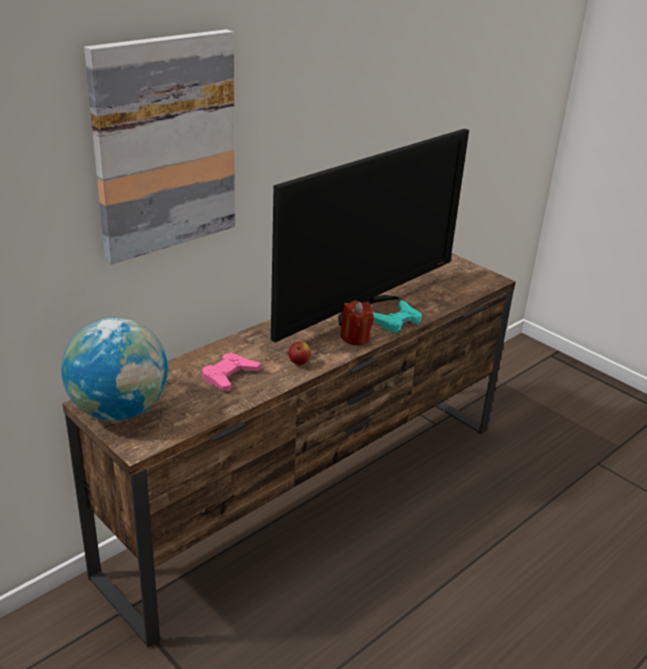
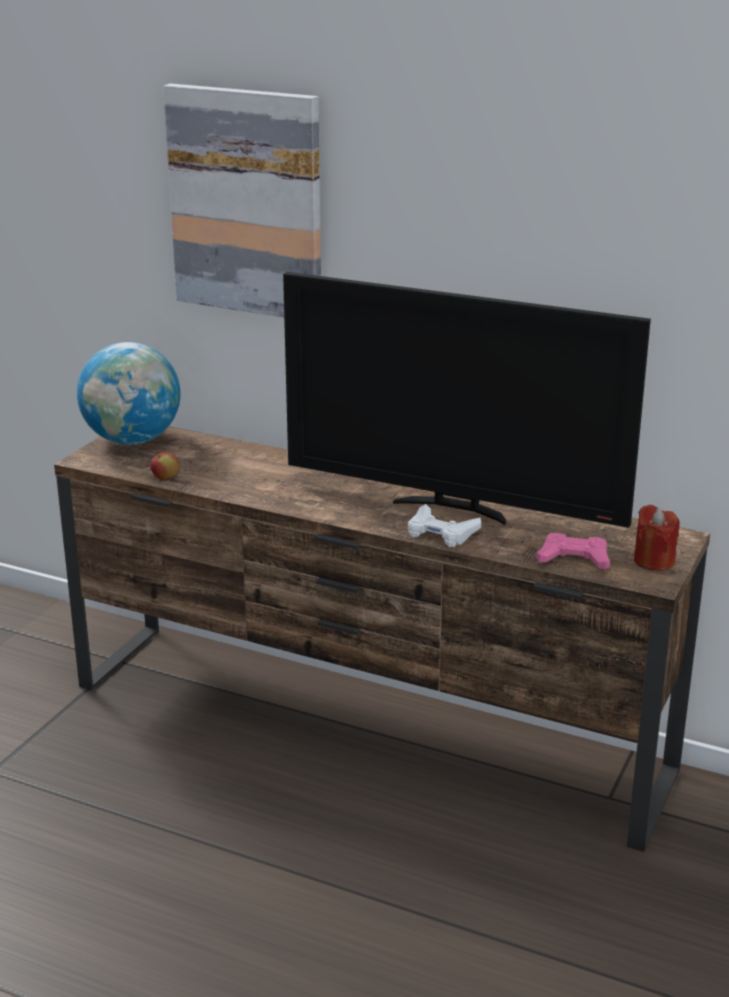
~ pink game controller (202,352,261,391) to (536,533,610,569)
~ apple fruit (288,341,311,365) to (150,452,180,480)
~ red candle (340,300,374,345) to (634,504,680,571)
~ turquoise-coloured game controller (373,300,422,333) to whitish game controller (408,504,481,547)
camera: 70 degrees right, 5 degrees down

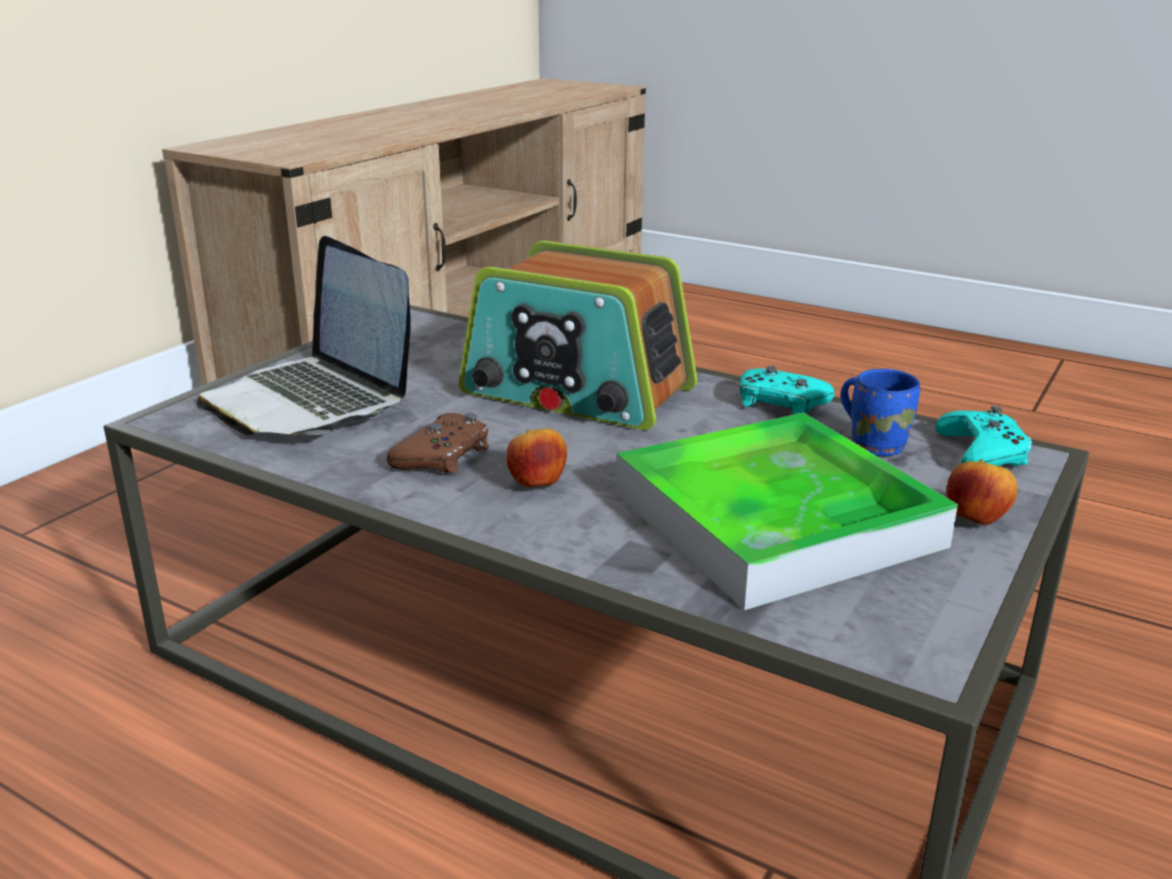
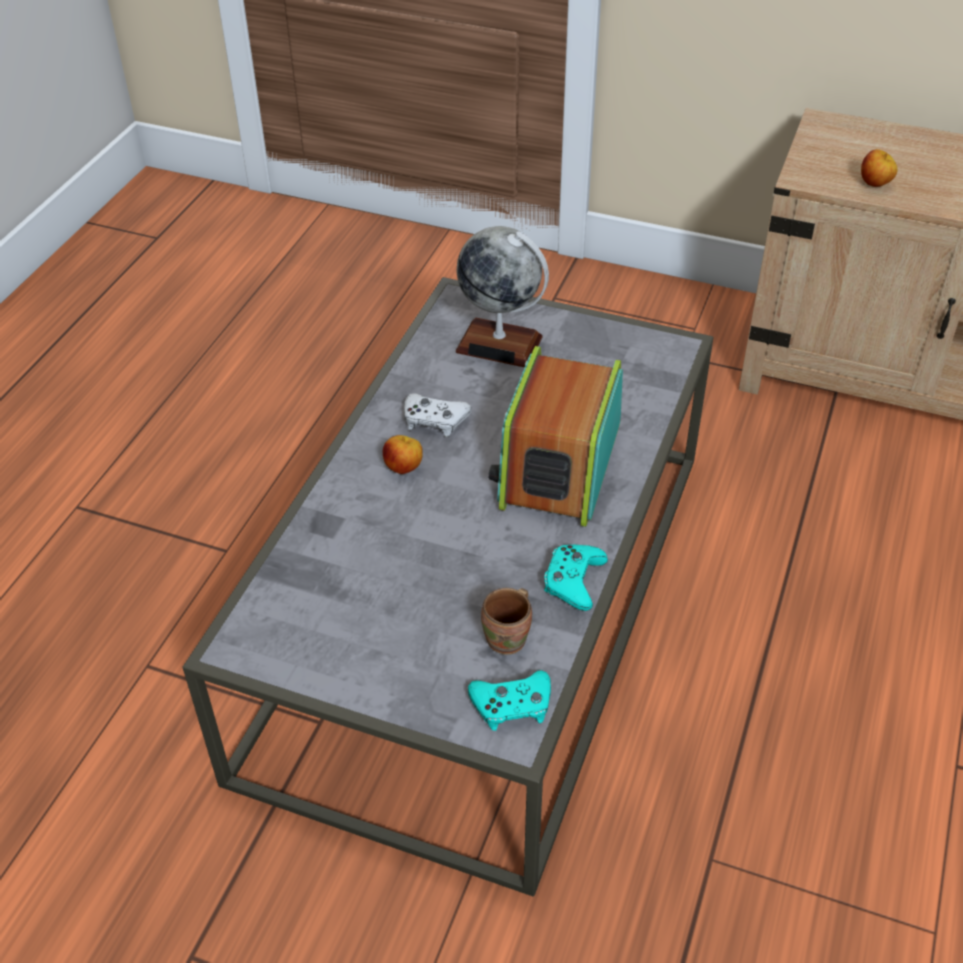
- carrying tray (616,412,958,610)
~ apple fruit (946,459,1017,526) to (861,149,898,187)
~ notebook computer (196,236,411,435) to globe (455,226,549,367)
~ brown game controller (387,413,489,473) to whitish game controller (404,393,471,437)
~ blue tea mug (841,369,920,456) to brown tea mug (481,588,532,655)
camera: 80 degrees right, 20 degrees up

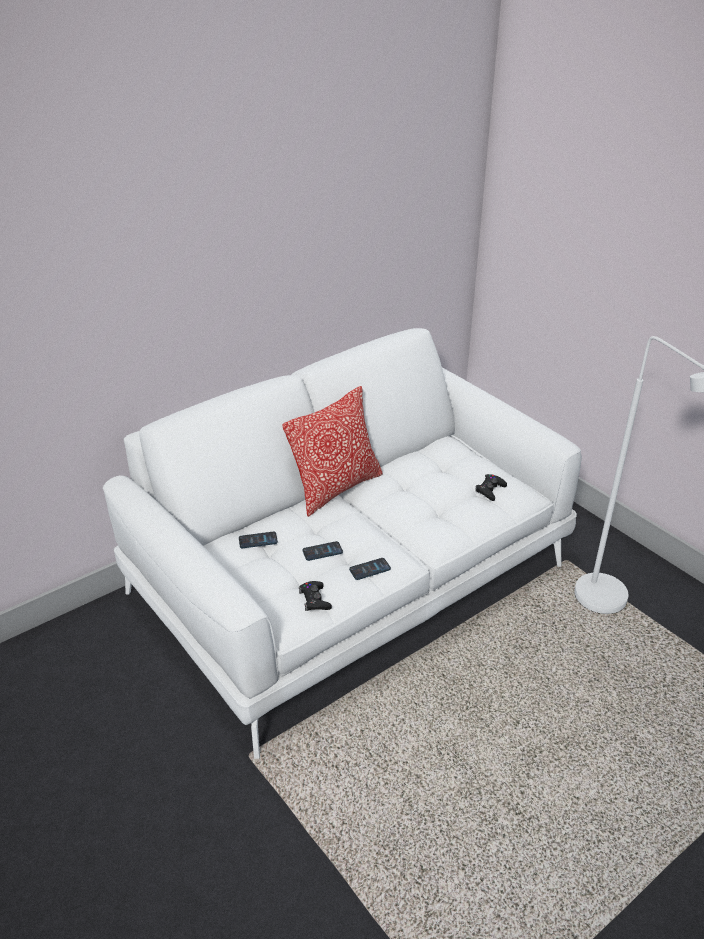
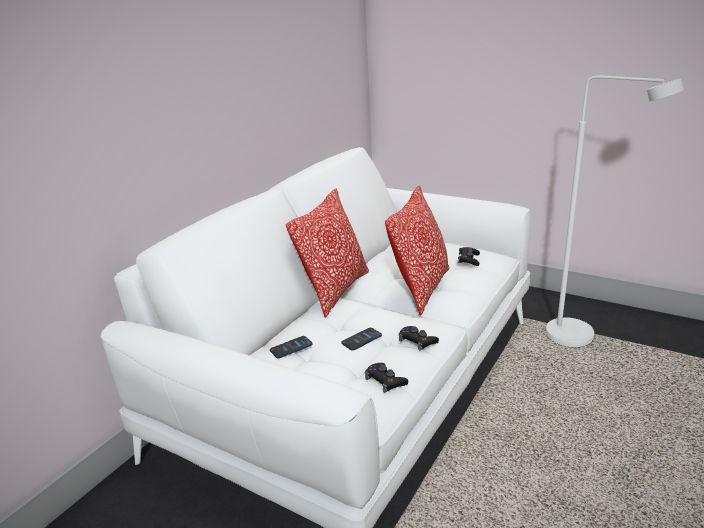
+ cushion (385,185,450,315)
~ telephone (349,558,391,580) to blackish game controller (399,326,439,351)
camera: 20 degrees left, 10 degrees down

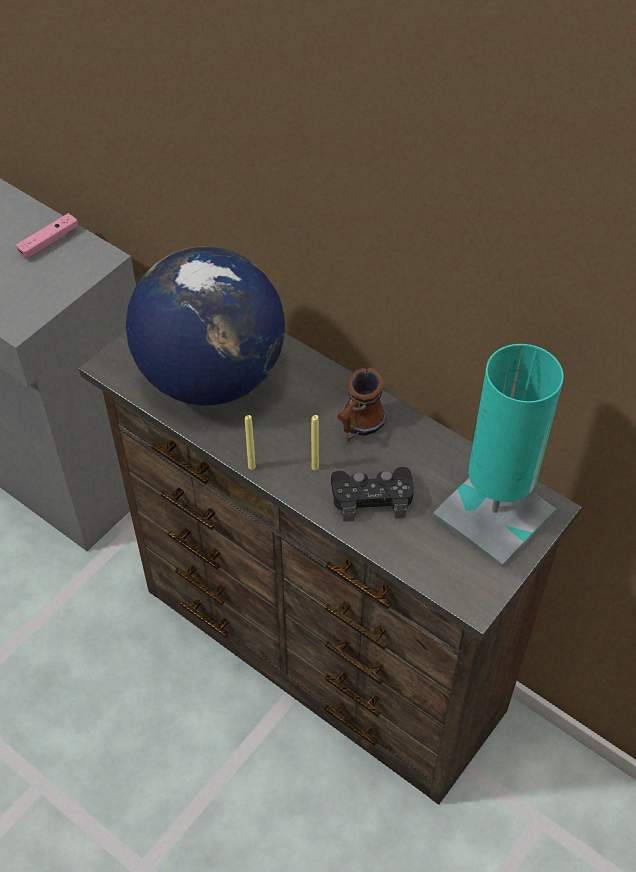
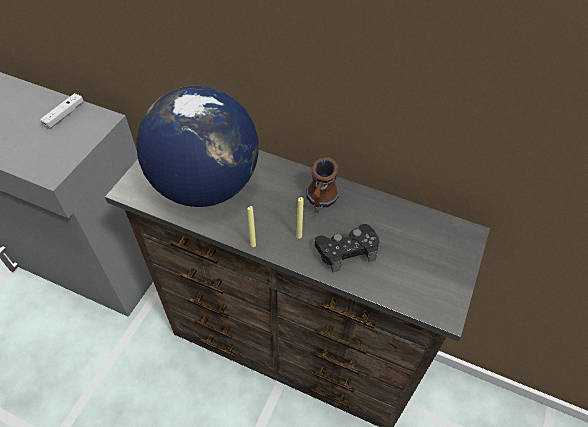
- turquoise-coloured table lamp (433,344,564,567)
~ pink game controller (16,213,79,260) to whitish game controller (40,93,84,129)
camera: 15 degrees left, 0 degrees up

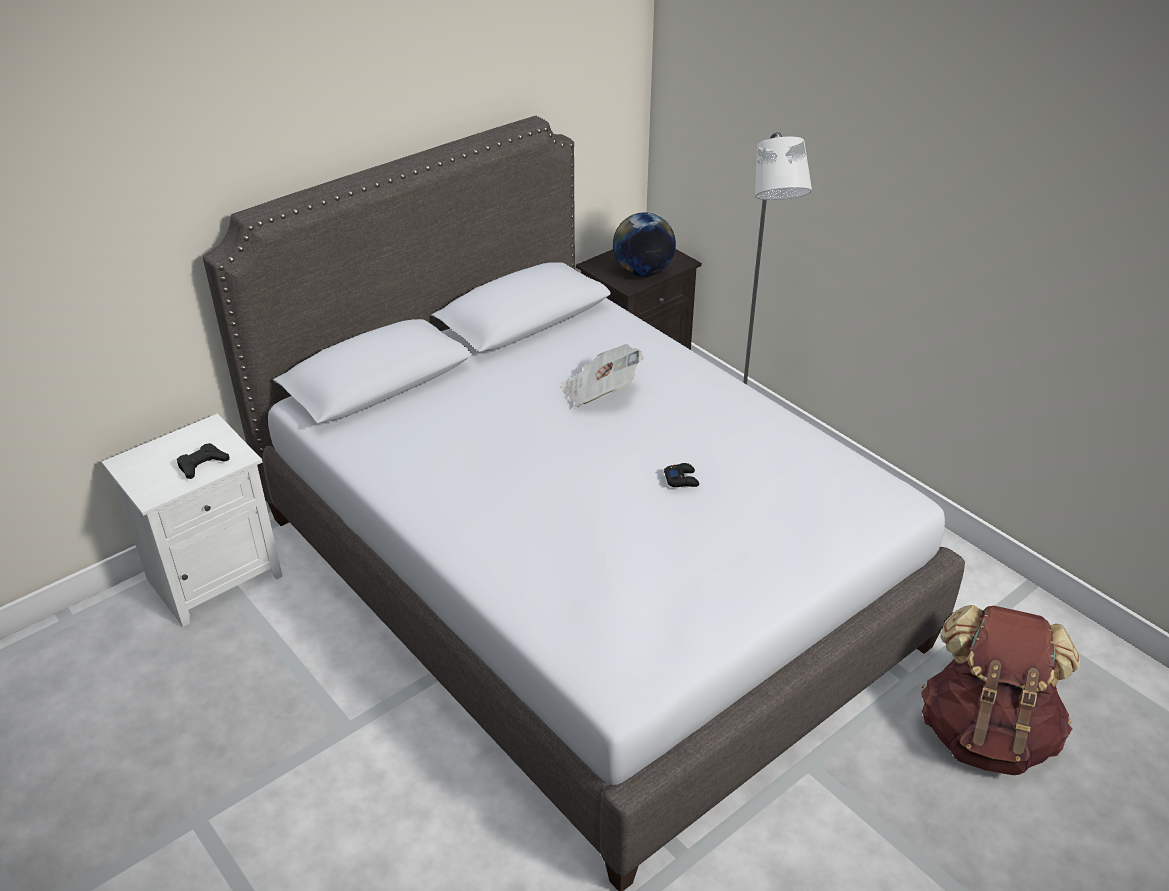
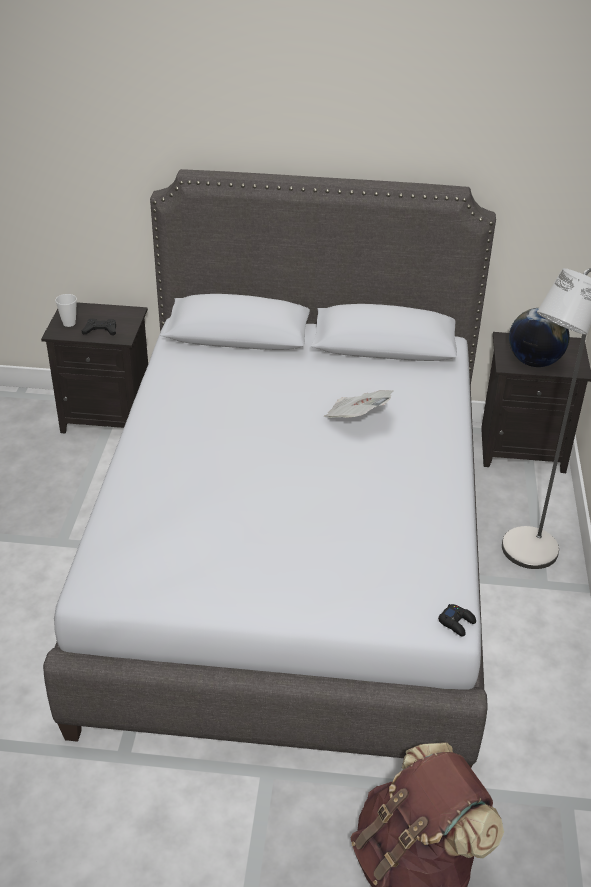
+ small cup (55,294,77,327)
~ blackish game controller (664,463,699,487) to (438,604,476,636)
~ whitish night table (102,413,283,627) to blackish night table (41,302,148,434)
camera: 45 degrees right, 0 degrees up

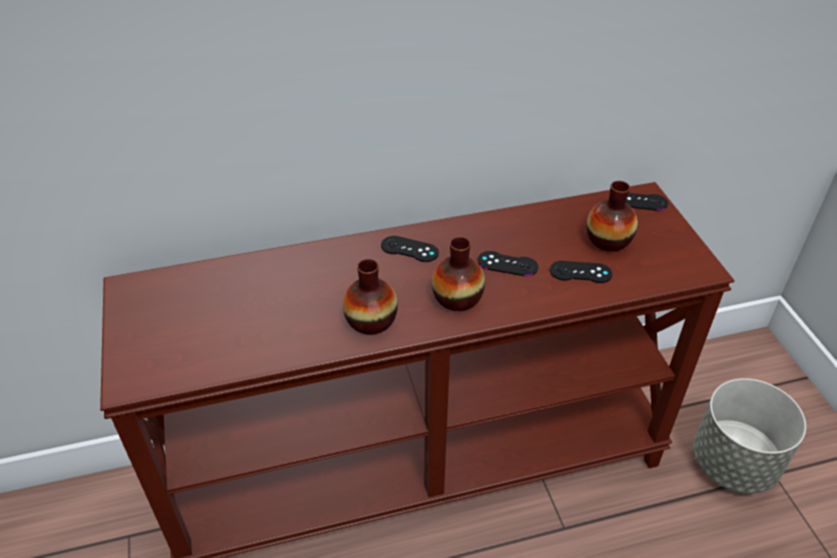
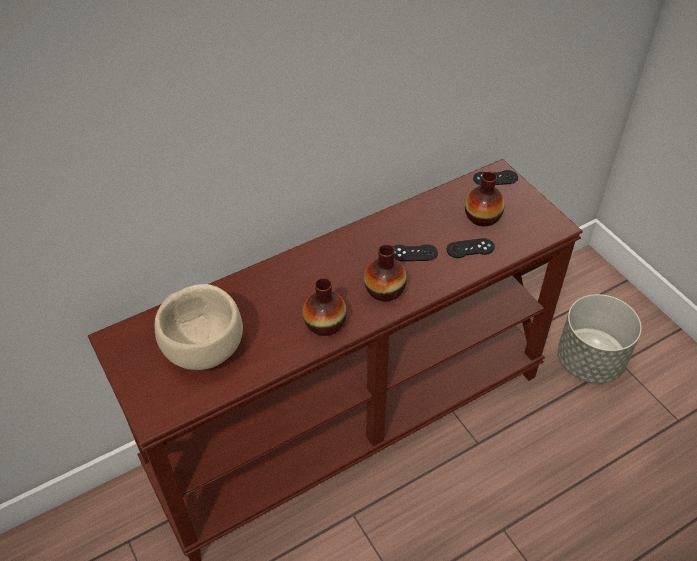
- blackish game controller (381,236,439,262)
+ sand-coloured serving bowl (155,284,243,370)
camera: 15 degrees left, 5 degrees up

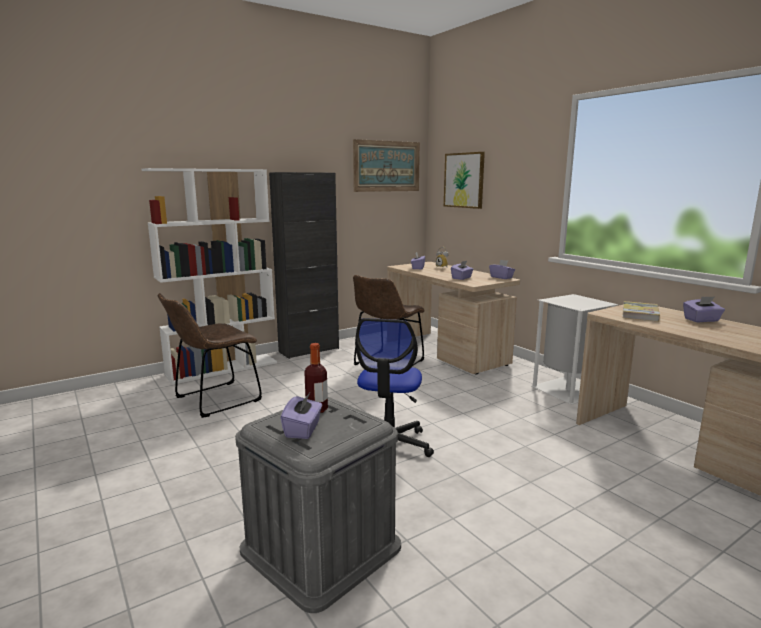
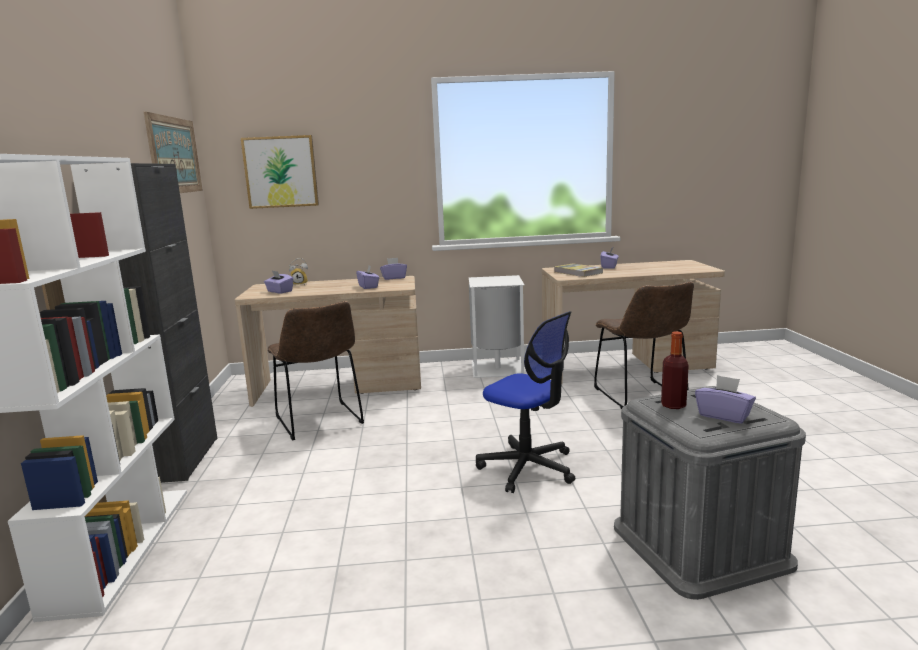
~ brown chair (158,293,262,418) to (594,282,694,409)
camera: 60 degrees left, 0 degrees up

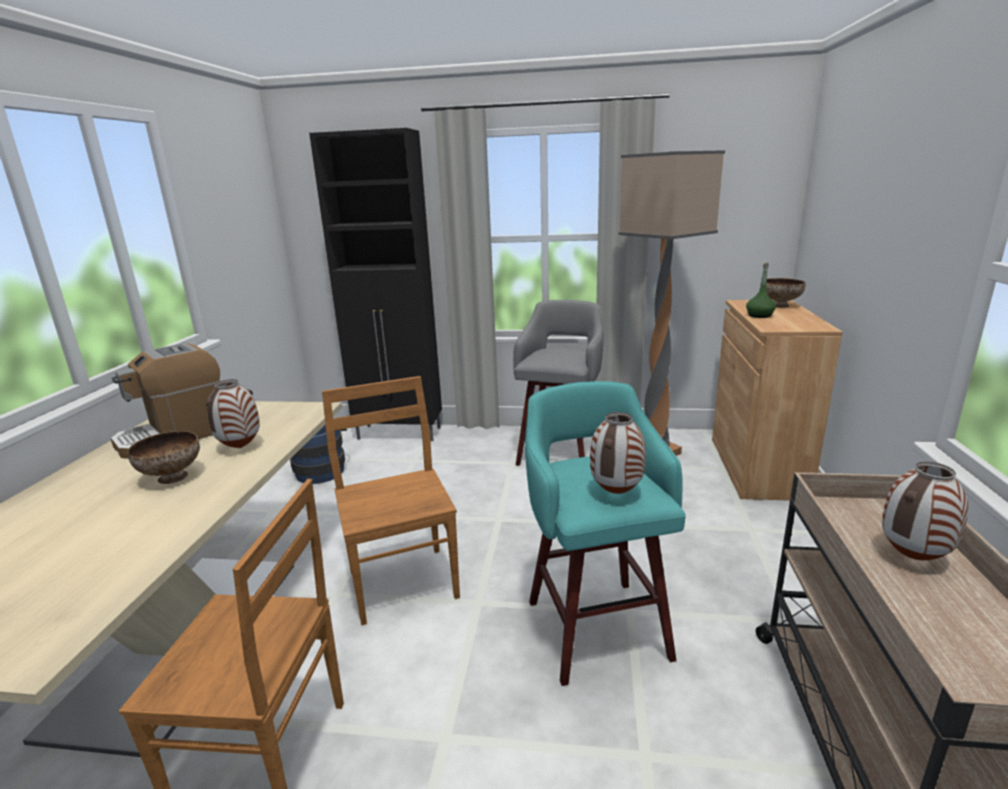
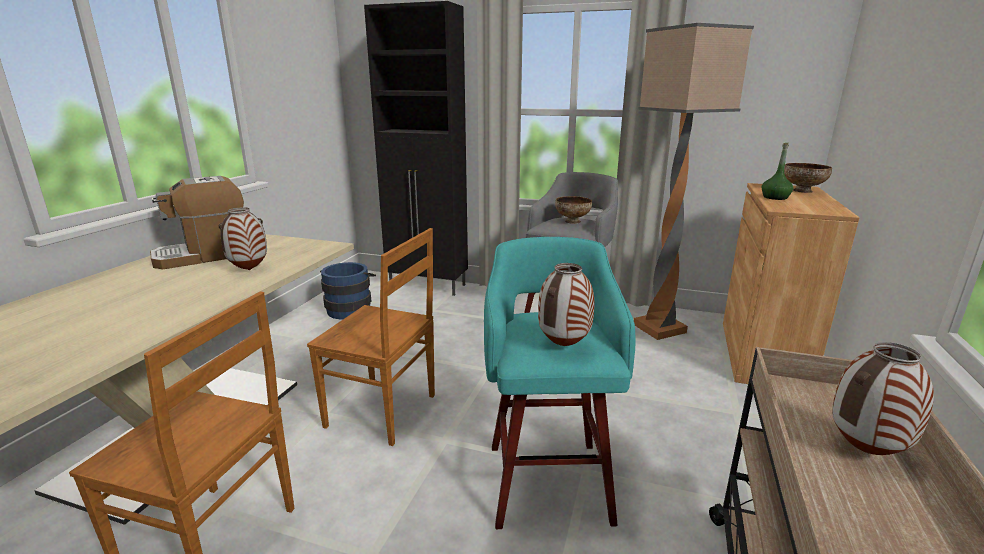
~ serving bowl (127,431,200,484) to (555,196,592,224)
~ brown chair (322,376,460,625) = (307,228,435,446) 120 degrees clockwise
camera: 10 degrees right, 0 degrees up

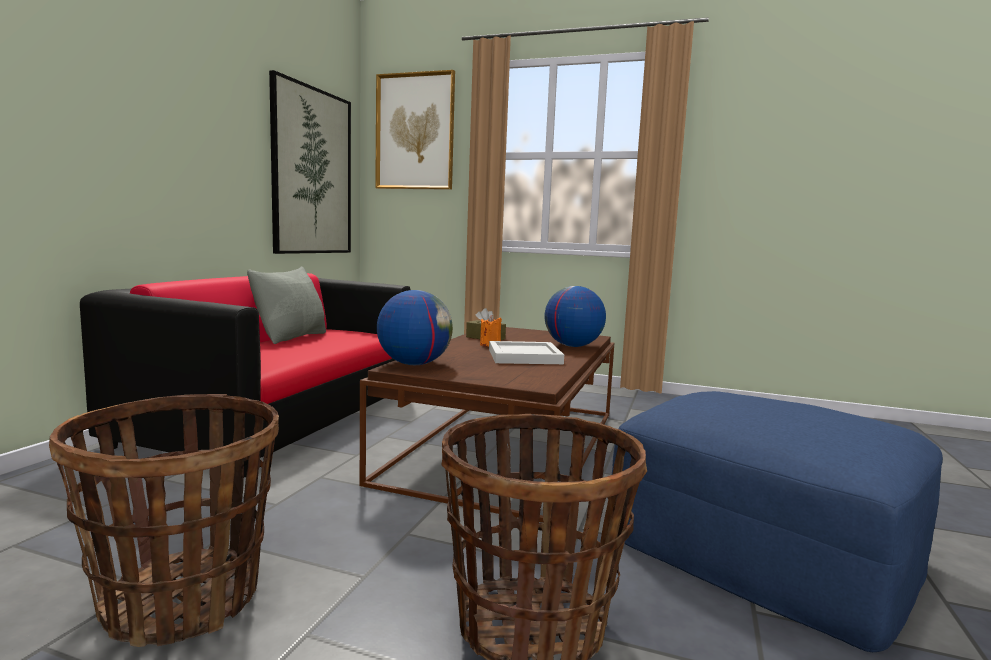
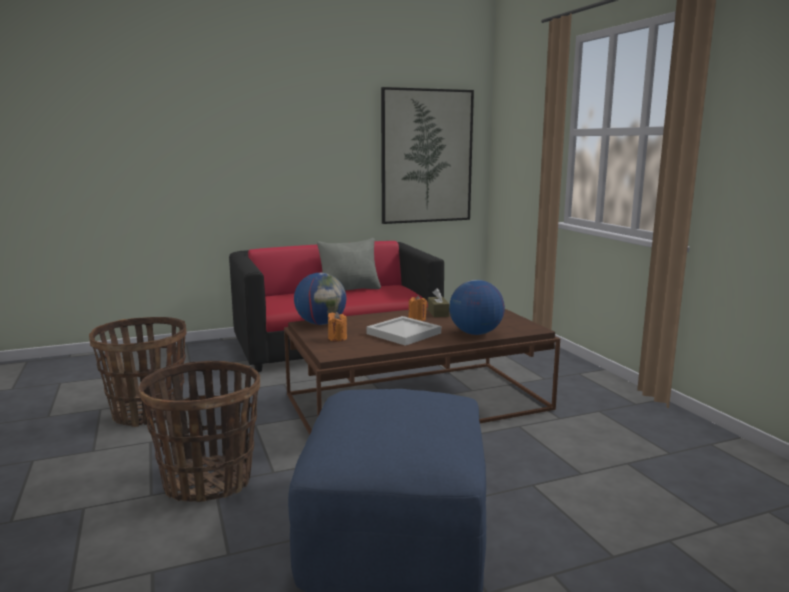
- wall picture (375,70,455,190)
+ orangey candle (328,312,347,342)
camera: 50 degrees right, 5 degrees up

